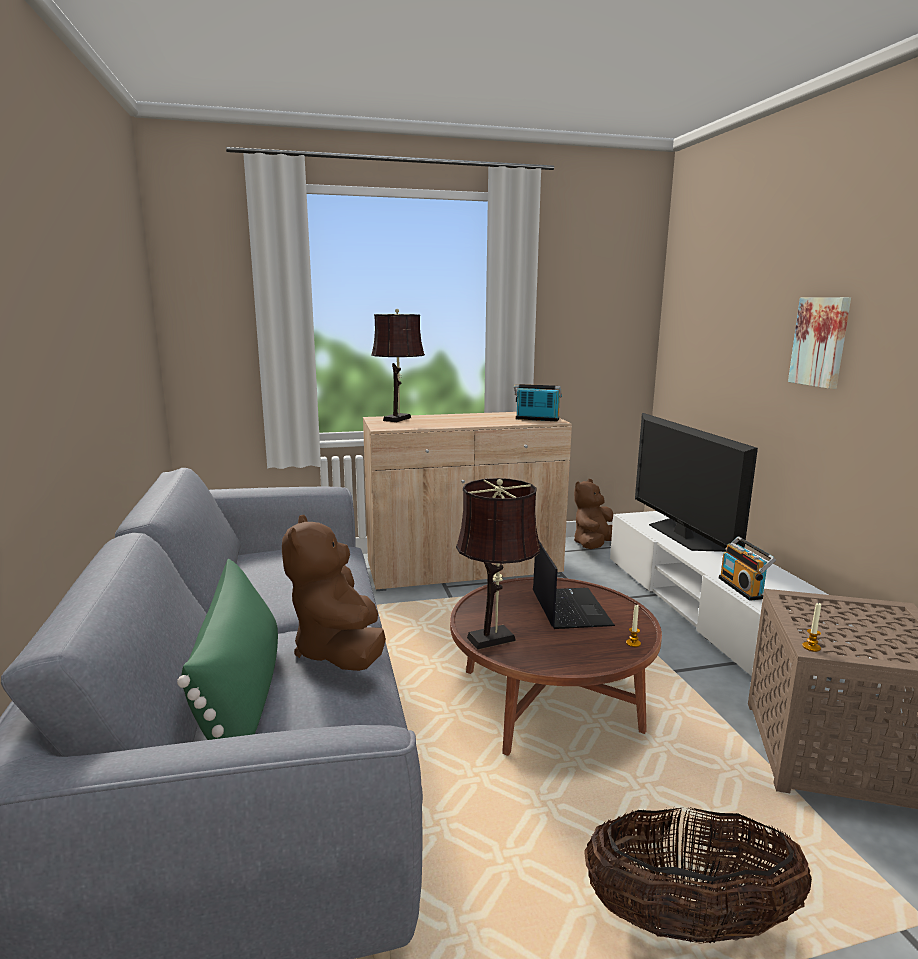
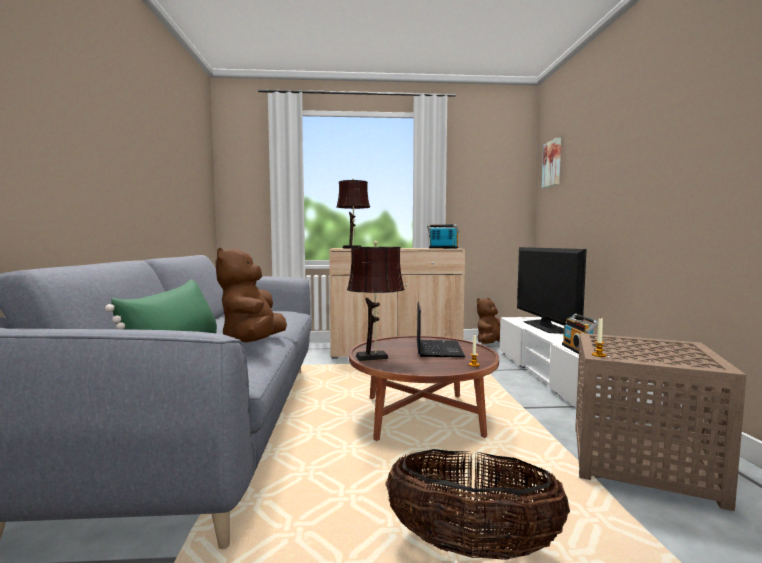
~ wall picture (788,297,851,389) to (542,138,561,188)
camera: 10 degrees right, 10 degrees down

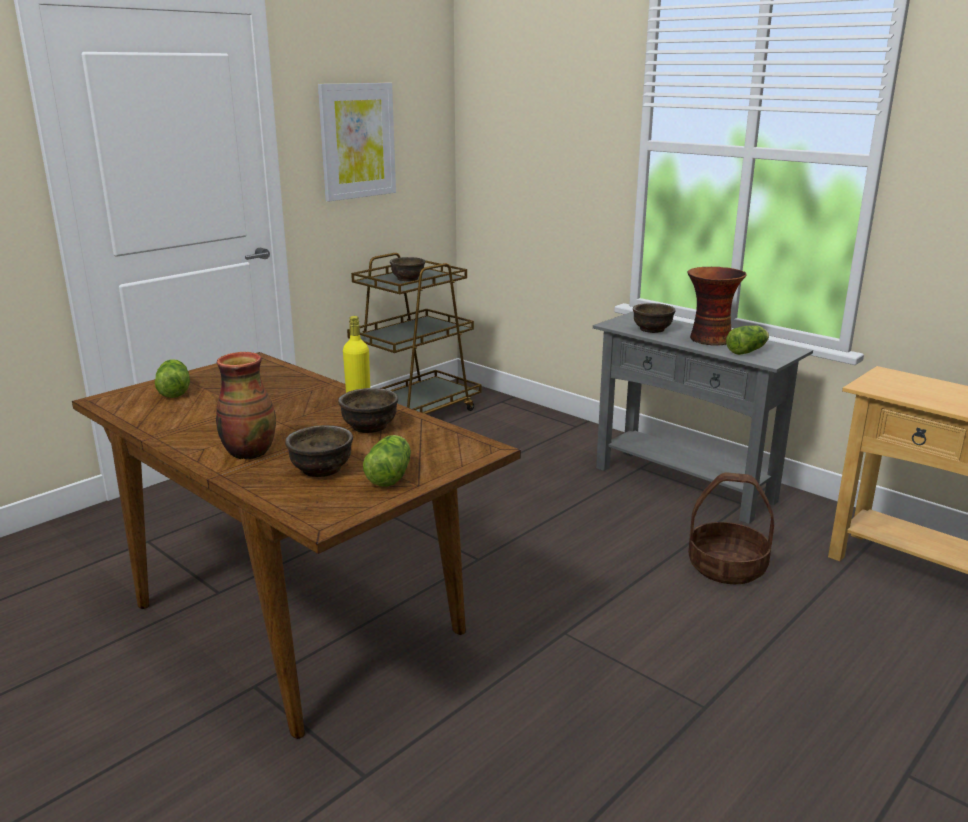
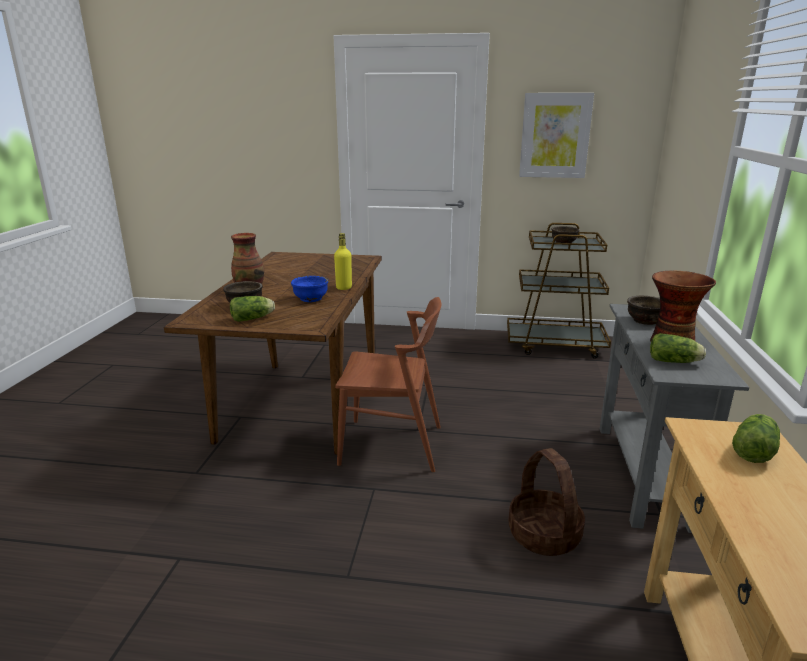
+ brown chair (335,297,442,472)
~ head of lettuce (155,359,190,398) to (732,414,780,463)
~ brown serving bowl (338,388,398,433) to blue serving bowl (291,276,328,302)
camera: 55 degrees right, 0 degrees up

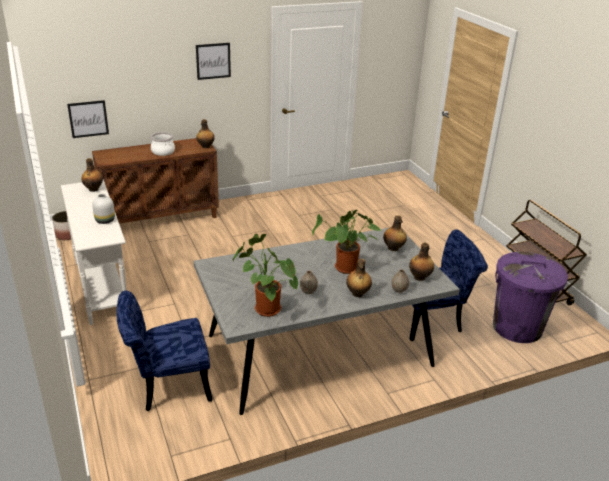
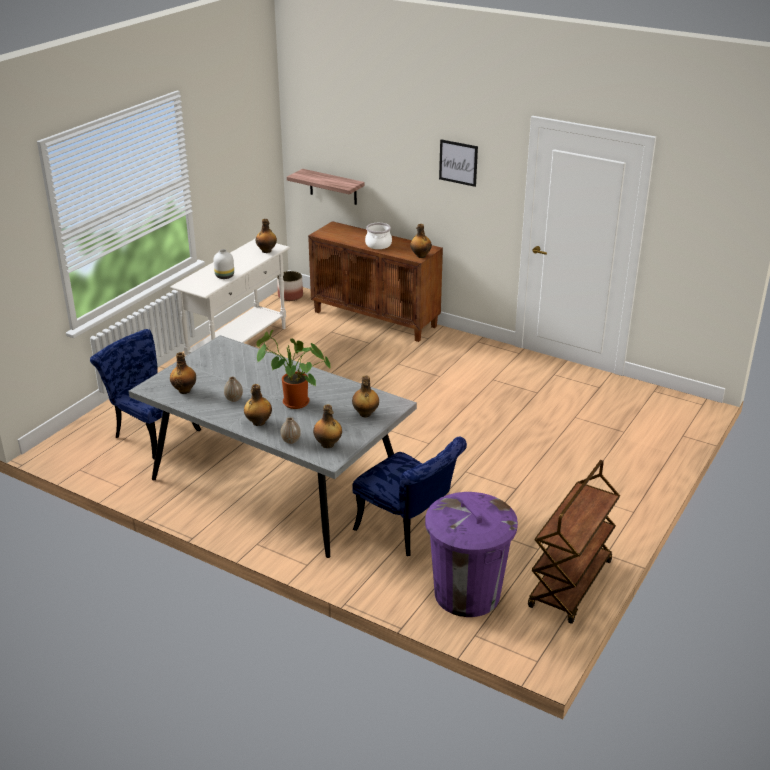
~ wall picture (67,100,109,138) to bracket shelf (287,169,365,205)
~ potted plant (233,234,298,317) to beverage bottle (170,352,196,394)
camera: 55 degrees right, 0 degrees up

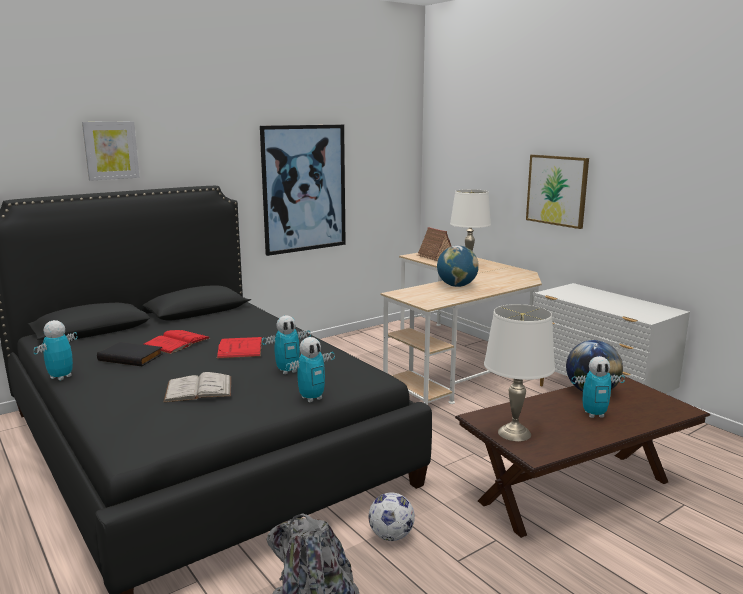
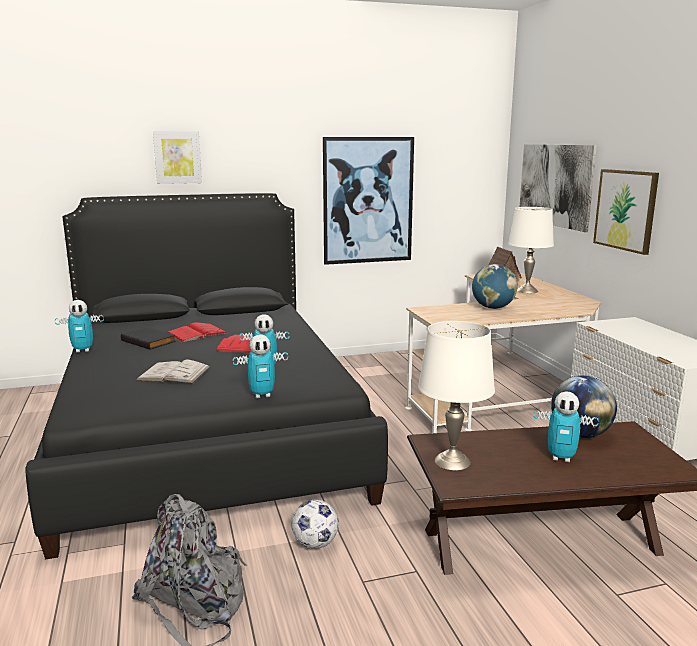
+ wall picture (520,144,597,232)
~ robot figure (34,320,78,381) = (55,300,104,353) 150 degrees counterclockwise
camera: 20 degrees right, 0 degrees up

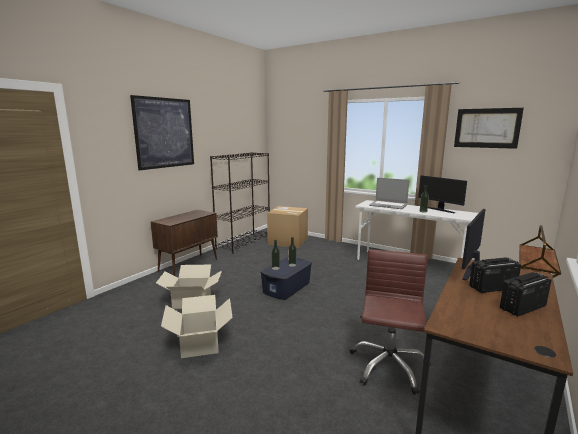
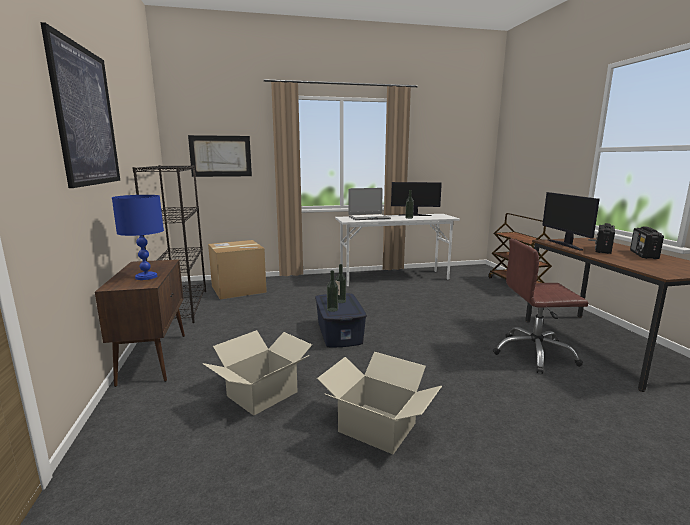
+ blue table lamp (112,195,164,280)
~ wall picture (454,108,524,149) to (188,135,252,177)
~ brown office chair (350,250,431,395) = (493,239,588,374) 60 degrees counterclockwise
camera: 45 degrees left, 0 degrees up

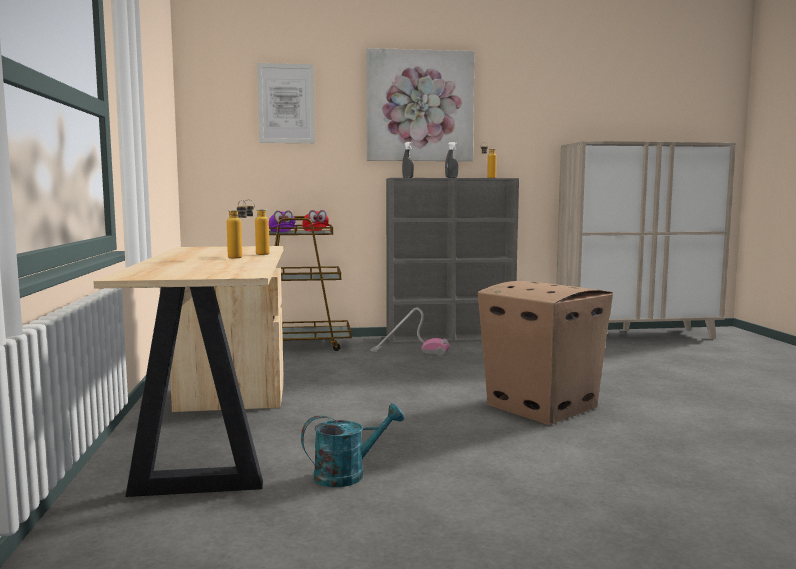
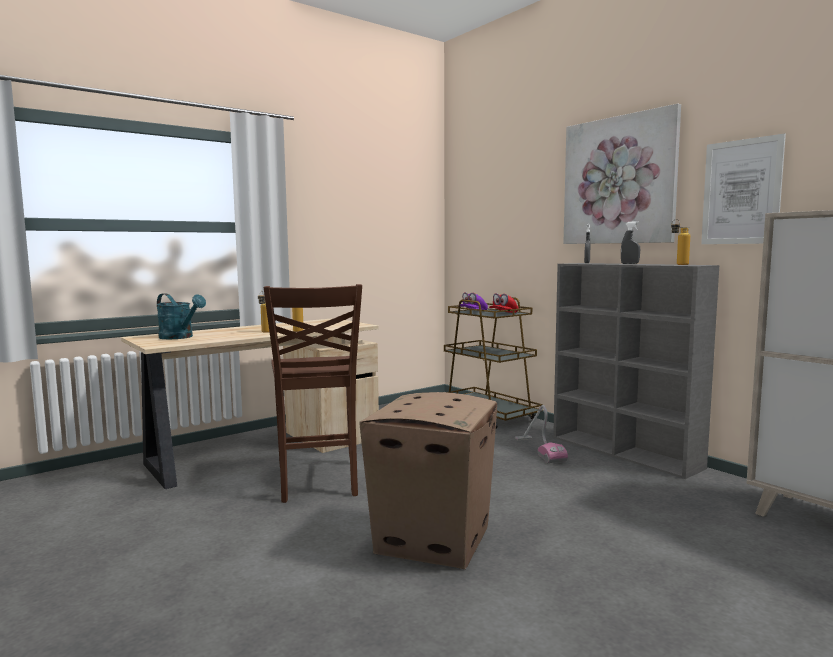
+ brown chair (264,284,362,503)
~ wall picture (257,63,315,143) to (701,133,786,244)
~ turquoise-coloured watering pot (301,403,404,487) to (157,293,206,339)
camera: 60 degrees right, 0 degrees up

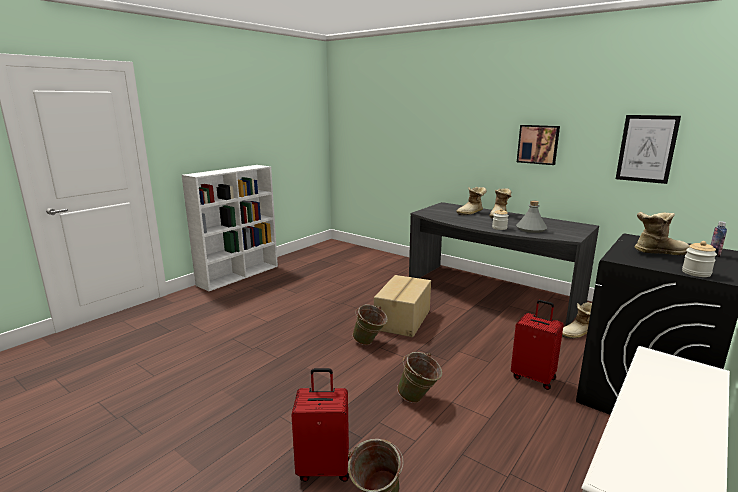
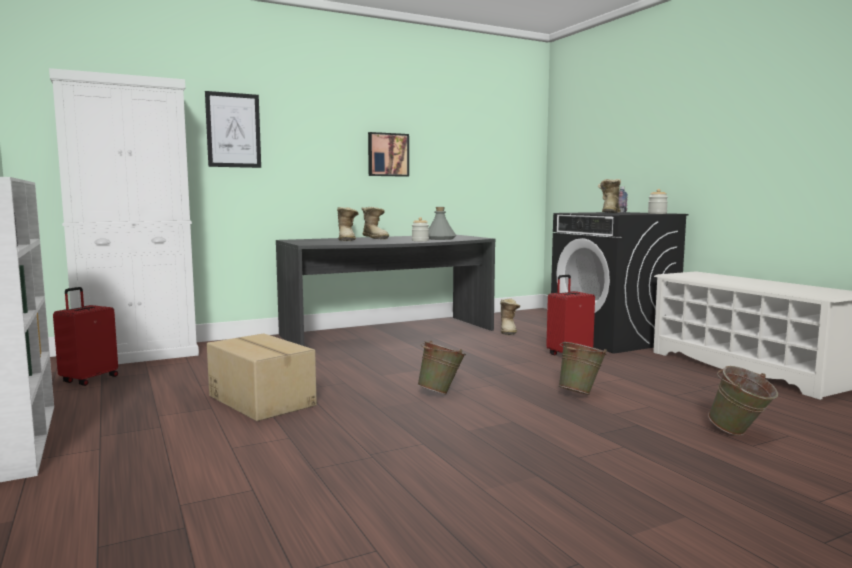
+ whitish storage cabinet (49,68,199,364)
~ red travel case (291,368,349,482) to (53,287,118,386)
~ carton (374,275,431,337) to (207,333,317,421)
~ wall picture (616,115,681,184) to (205,91,261,168)
camera: 65 degrees left, 10 degrees down

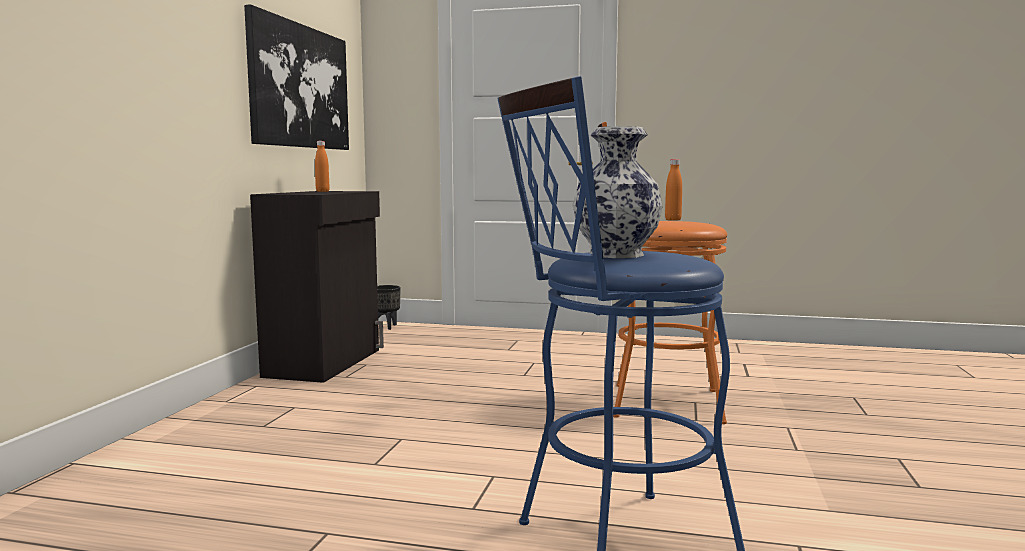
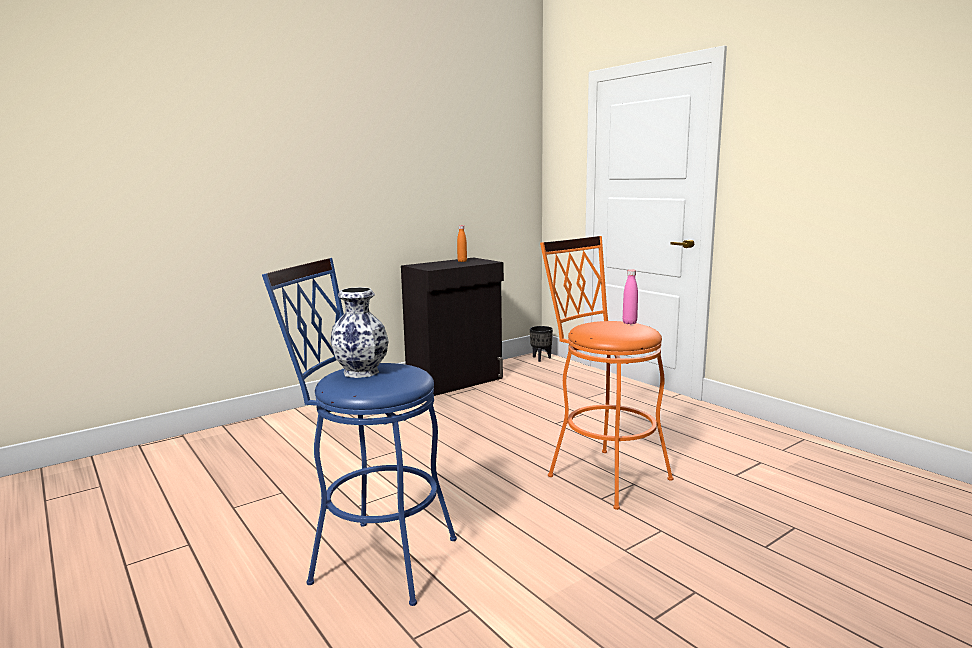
- wall picture (244,5,349,150)
~ orangey beverage bottle (665,159,682,221) to pink beverage bottle (623,270,638,324)
camera: 40 degrees right, 5 degrees up

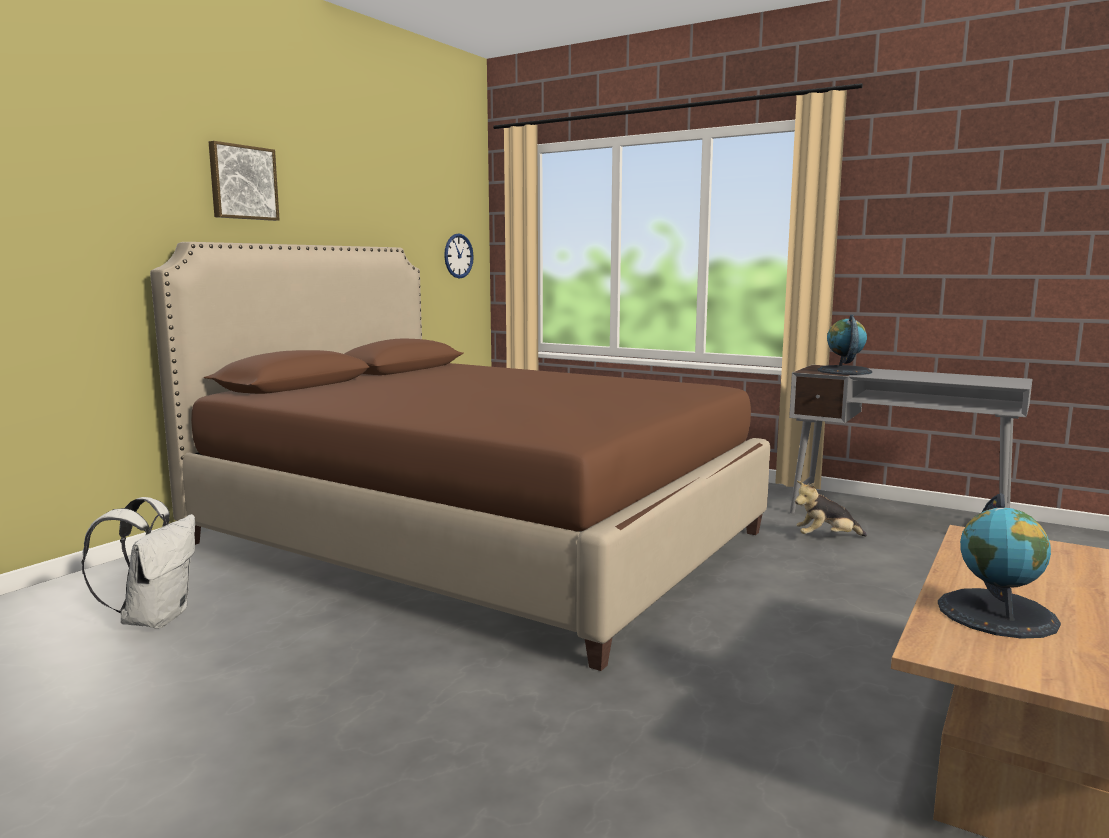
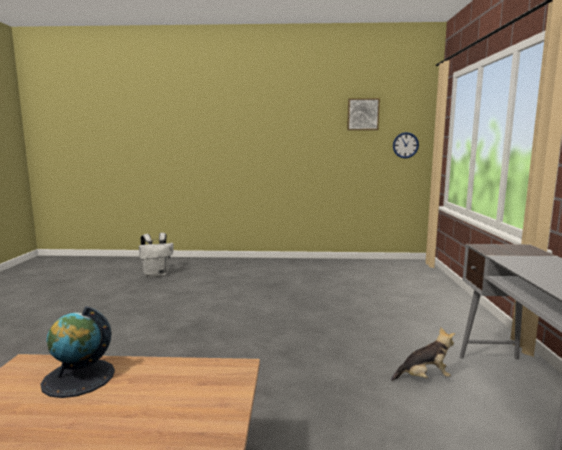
- brown bed (150,242,770,671)
- globe (817,314,872,375)
~ wall picture (209,141,280,221) to (347,98,380,130)
~ cuddly toy (795,481,867,537) = (391,327,455,381) 120 degrees clockwise
camera: 60 degrees right, 0 degrees up

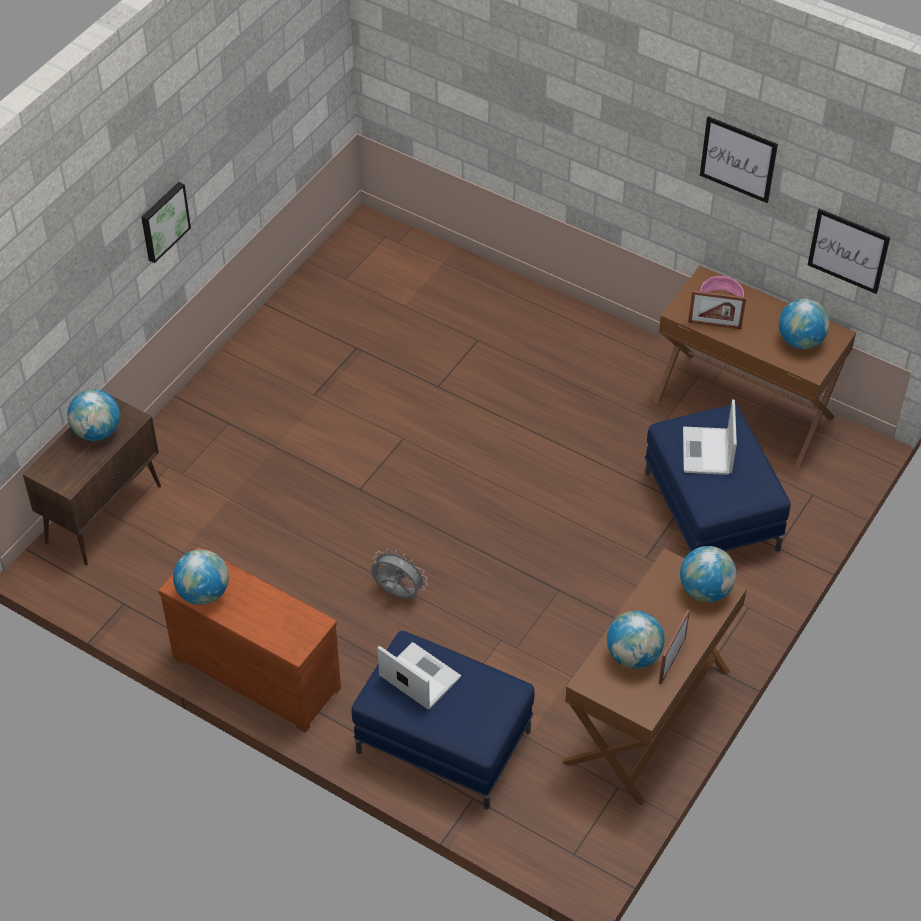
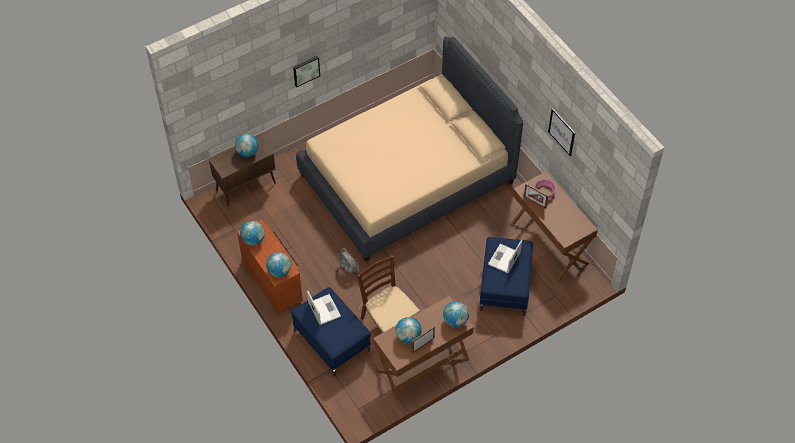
- wall picture (808,209,890,294)
+ sand-coloured bed (296,36,523,261)
+ brown chair (357,255,420,333)
~ globe (779,299,830,349) to (266,252,291,277)
camera: 25 degrees right, 5 degrees up

